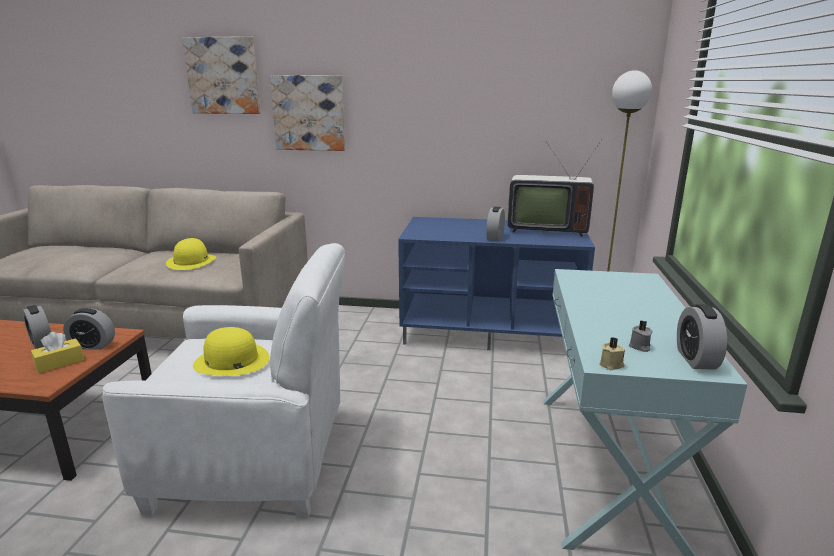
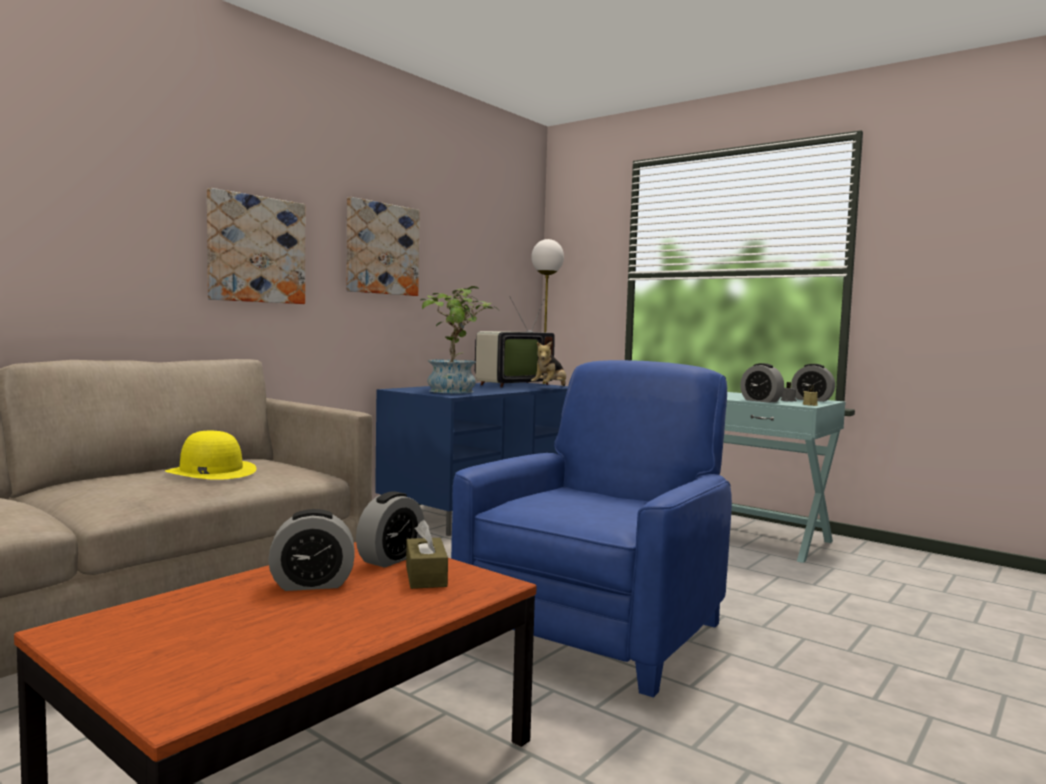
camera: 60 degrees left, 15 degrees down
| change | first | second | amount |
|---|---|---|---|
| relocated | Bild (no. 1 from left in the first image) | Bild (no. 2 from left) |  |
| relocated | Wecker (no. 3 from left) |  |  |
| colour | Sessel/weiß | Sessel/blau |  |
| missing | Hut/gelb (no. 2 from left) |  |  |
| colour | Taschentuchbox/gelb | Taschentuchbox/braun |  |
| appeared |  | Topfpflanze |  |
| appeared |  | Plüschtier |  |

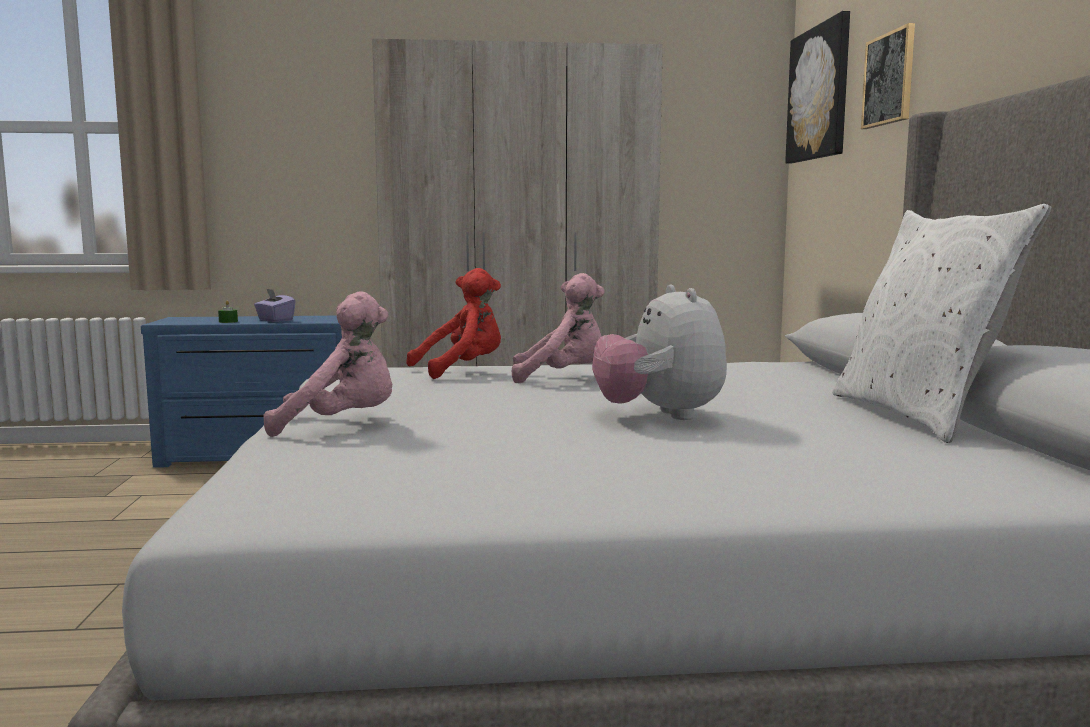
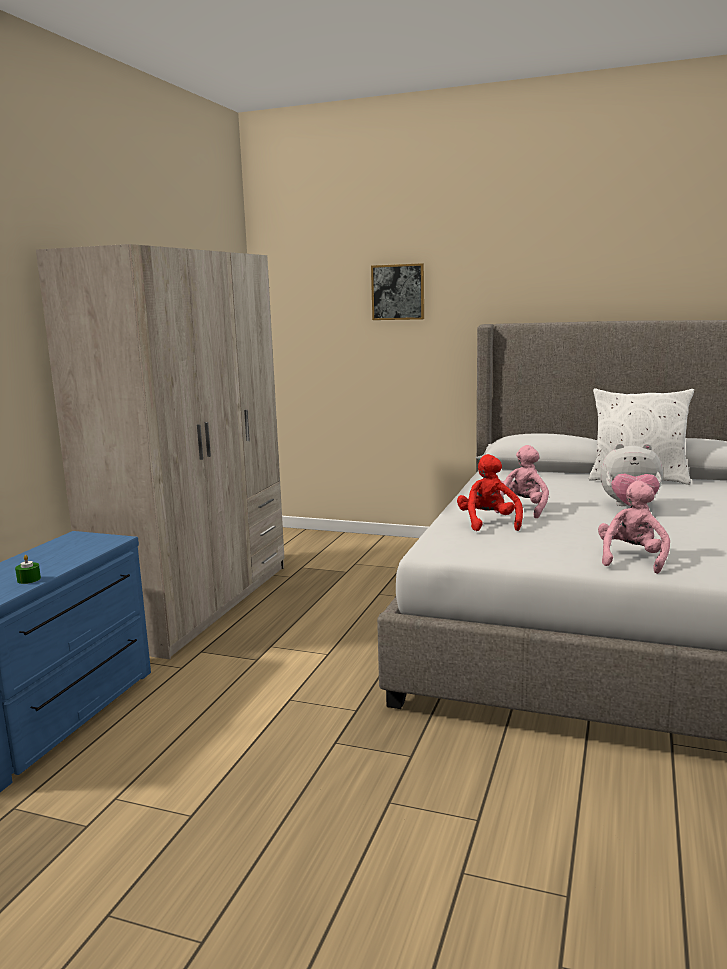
camera: 65 degrees left, 5 degrees up
| change | first | second | amount |
|---|---|---|---|
| missing | Bild (no. 1 from left) |  |  |
| missing | Taschentuchbox/lila |  |  |

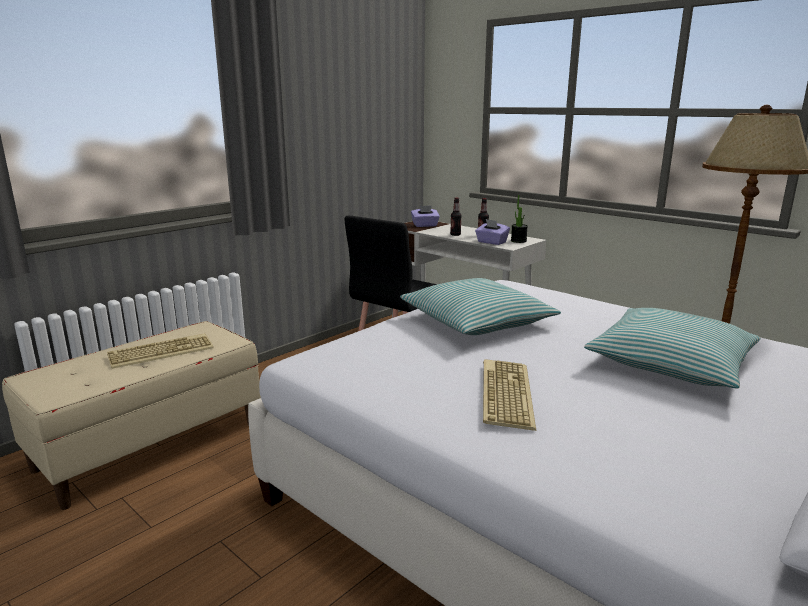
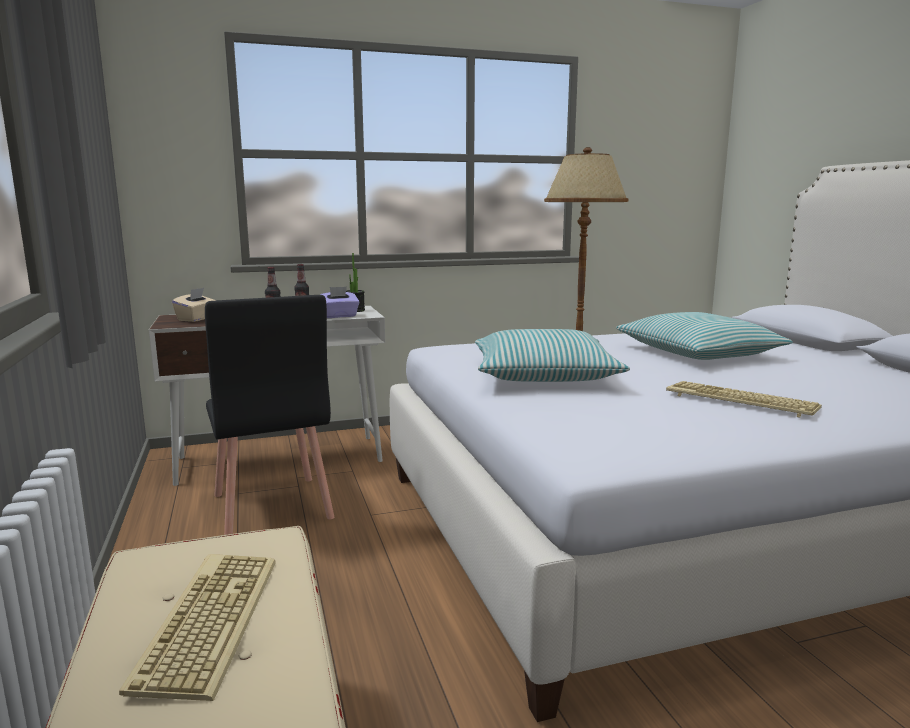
camera: 60 degrees left, 5 degrees down
| change | first | second | amount |
|---|---|---|---|
| colour | Taschentuchbox/lila (no. 1 from left) | Taschentuchbox/beige |  |

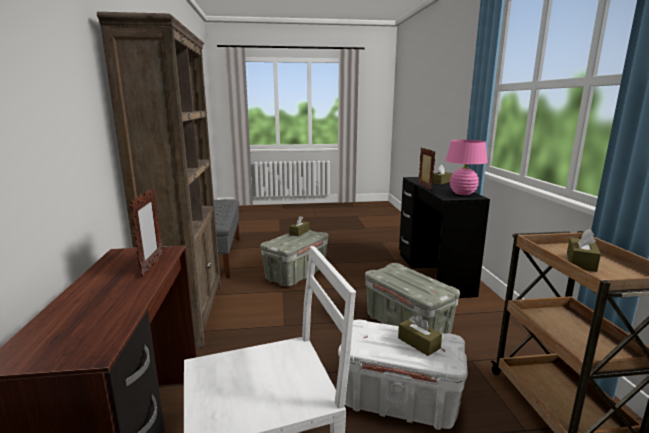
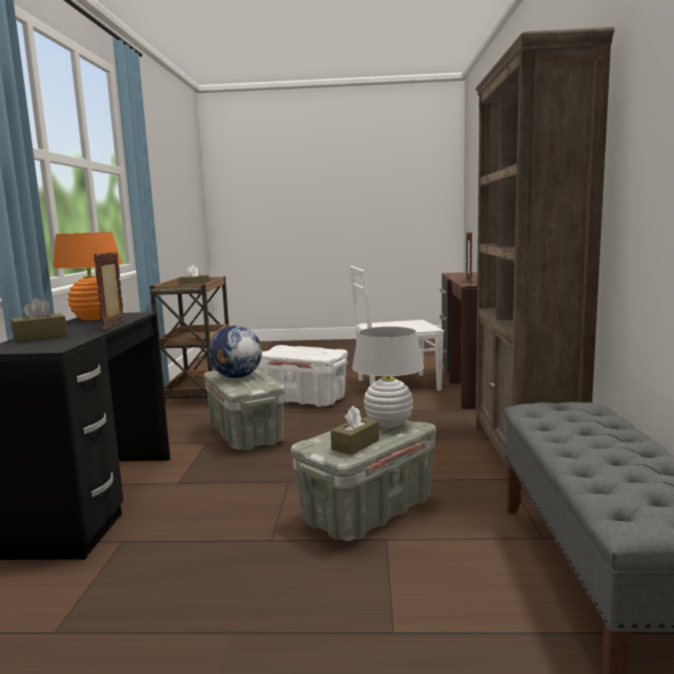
camera: 170 degrees left, 5 degrees down
| change | first | second | amount |
|---|---|---|---|
| colour | Tischlampe/rosa | Tischlampe/orange |  |
| missing | Taschentuchbox/braun (no. 2 from left) |  |  |
| appeared |  | Globus |  |
| appeared |  | Tischlampe/weiß |  |

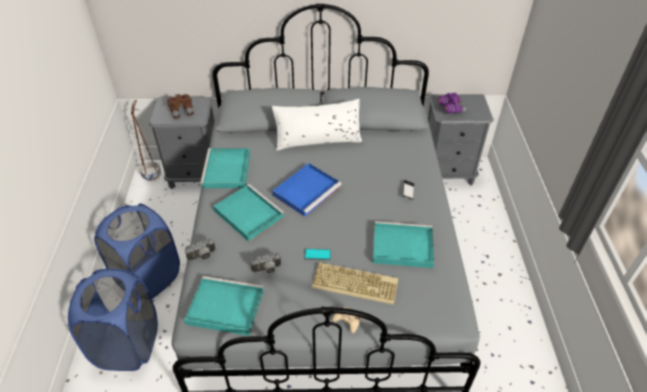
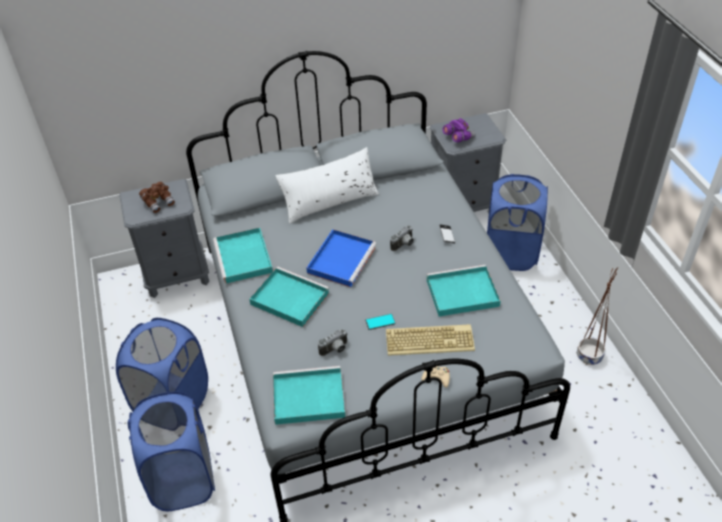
camera: 15 degrees left, 0 degrees up
| change | first | second | amount |
|---|---|---|---|
| relocated | Pflanzkübel/braun |  |  |
| relocated | Kamera (no. 1 from left in the first image) | Kamera (no. 2 from left) |  |
| appeared |  | Wäschekorb/blau (no. 3 from left) |  |

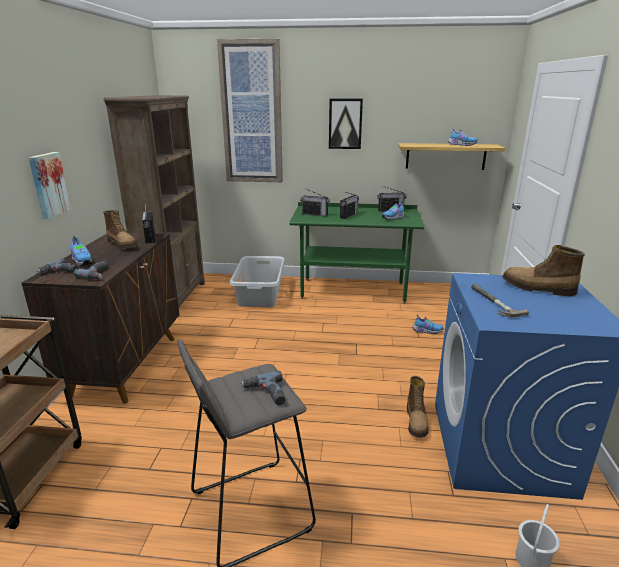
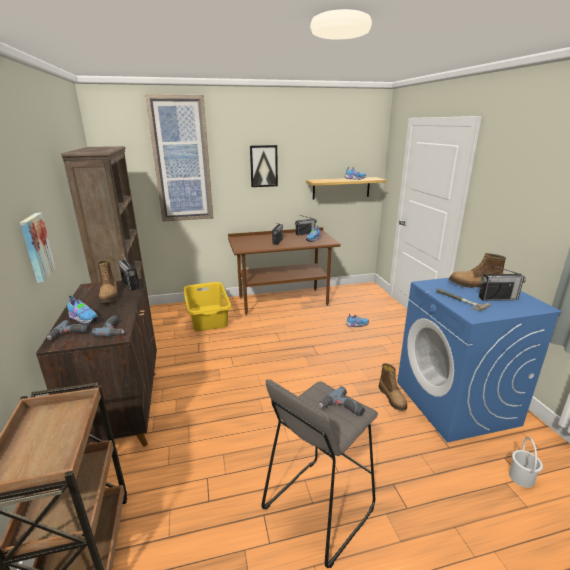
camera: 20 degrees left, 0 degrees up
| change | first | second | amount |
|---|---|---|---|
| relocated | Radio (no. 2 from left in the first image) | Radio (no. 4 from left) |  |
| colour | Schreibtisch/grün | Schreibtisch/braun |  |
| spun | Stiefel (no. 1 from left) |  | 45 degrees clockwise |
| colour | Wäschekorb/grau | Wäschekorb/gelb |  |

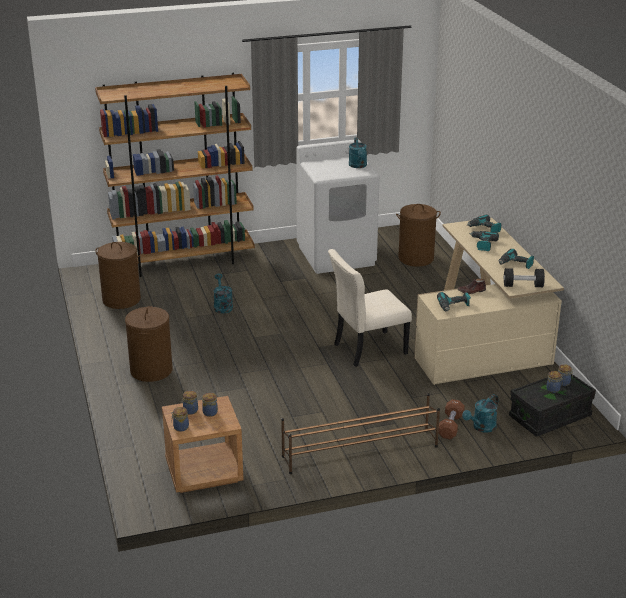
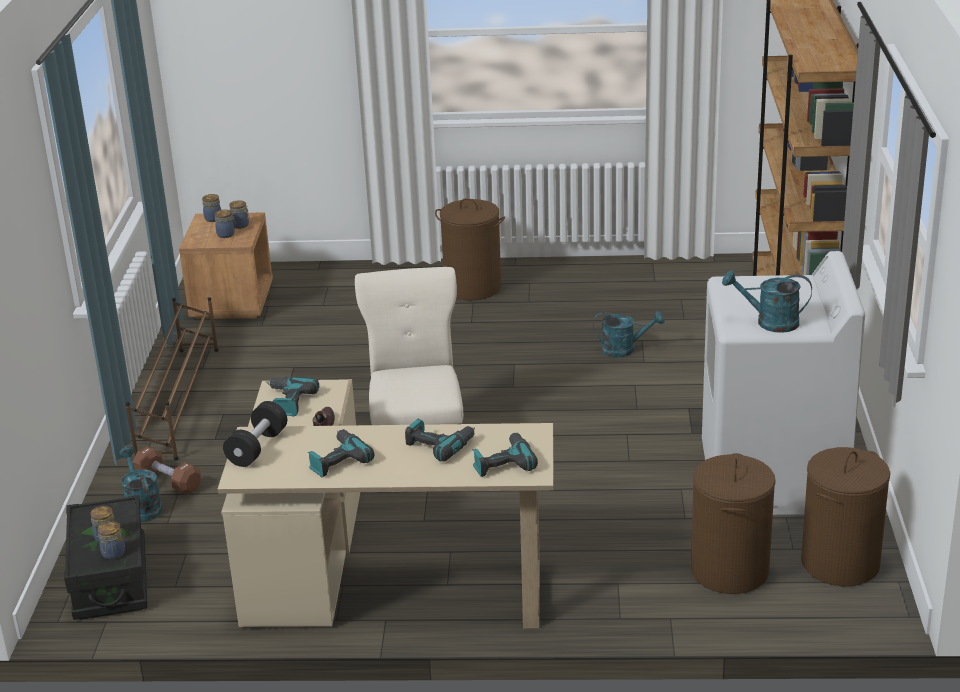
camera: 110 degrees right, 0 degrees up
| change | first | second | amount |
|---|---|---|---|
| relocated | Wäschekorb/braun (no. 1 from left in the first image) | Wäschekorb/braun (no. 3 from left) |  |

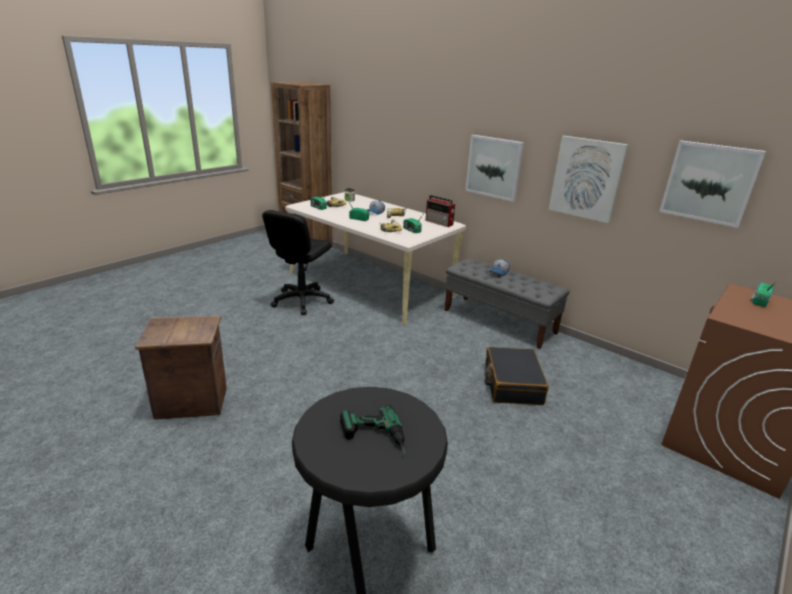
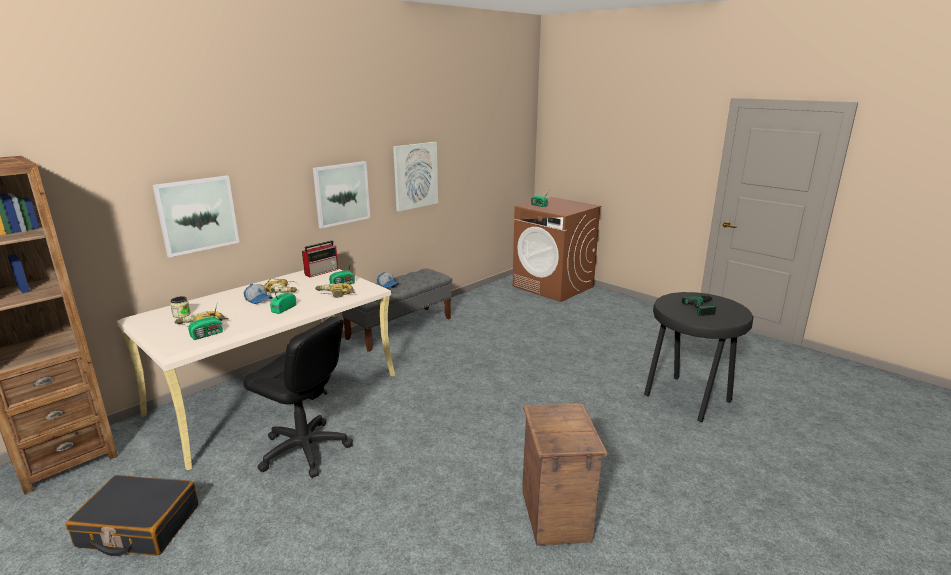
camera: 85 degrees left, 5 degrees down
| change | first | second | amount |
|---|---|---|---|
| relocated | Bild (no. 3 from left in the first image) | Bild (no. 1 from left) |  |
| relocated | Koffer/schwarz |  |  |

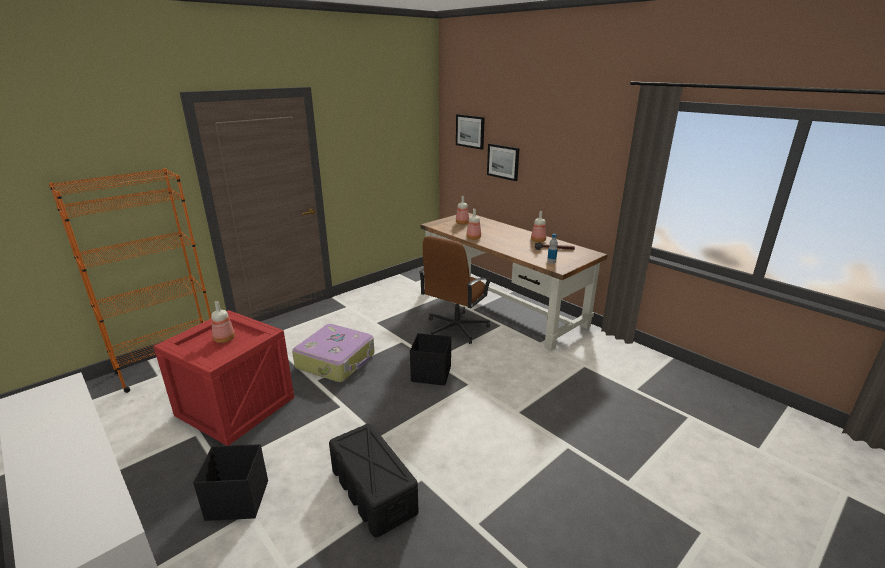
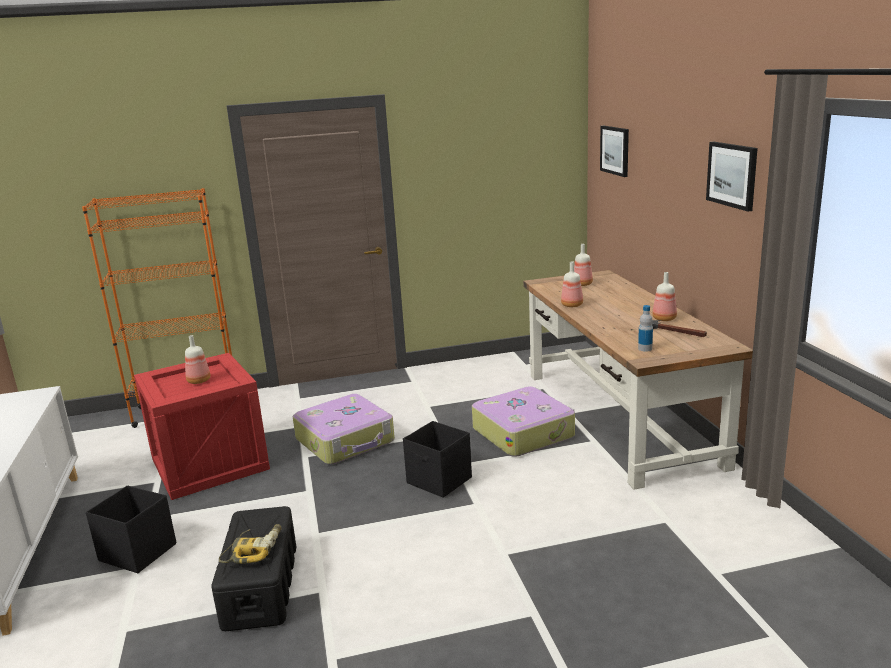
camera: 30 degrees right, 5 degrees down
| change | first | second | amount |
|---|---|---|---|
| relocated | Bild (no. 2 from left) |  |  |
| exchanged | Bürostuhl/braun | Koffer (no. 2 from left) |  |
| appeared |  | Bohrmaschine |  |

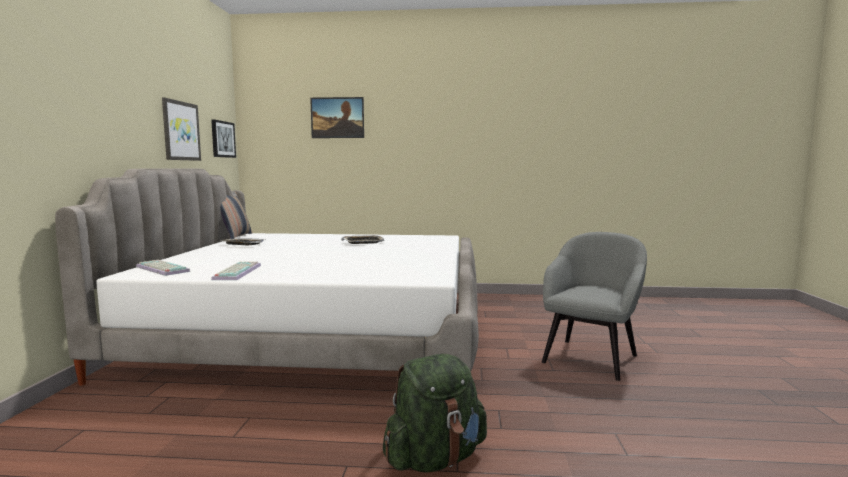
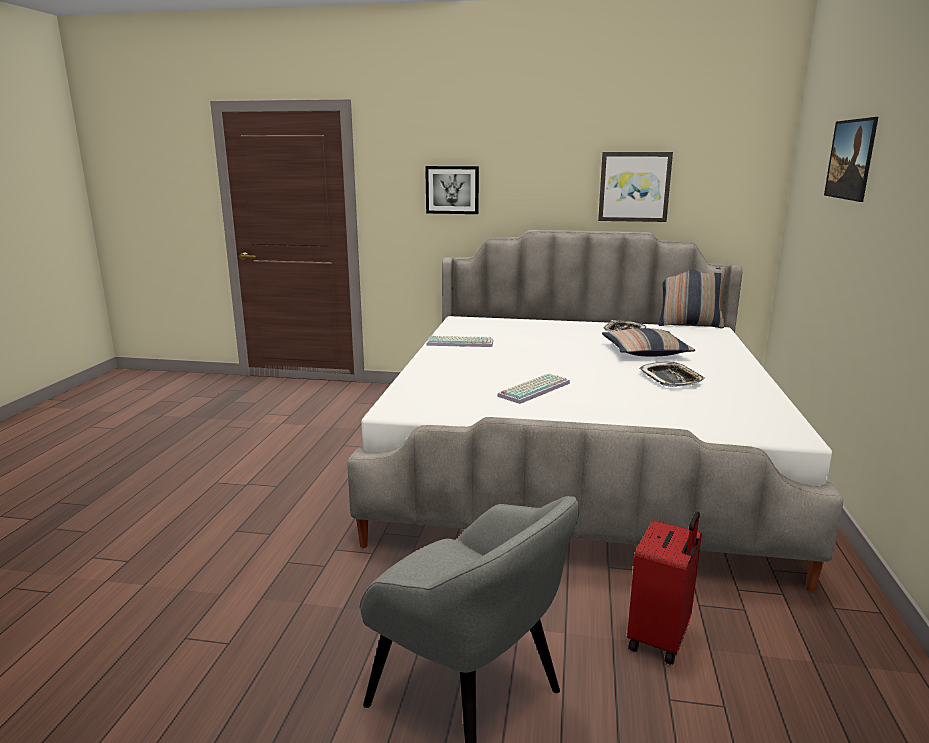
camera: 95 degrees right, 10 degrees up
| change | first | second | amount |
|---|---|---|---|
| relocated | Bild (no. 2 from left in the first image) | Bild (no. 1 from left) |  |
| relocated | Tastatur (no. 1 from left in the first image) | Tastatur (no. 2 from left) |  |
| missing | Rucksack/grün |  |  |
| appeared |  | Kissen (no. 1 from left) |  |
| appeared |  | Koffer/rot |  |

